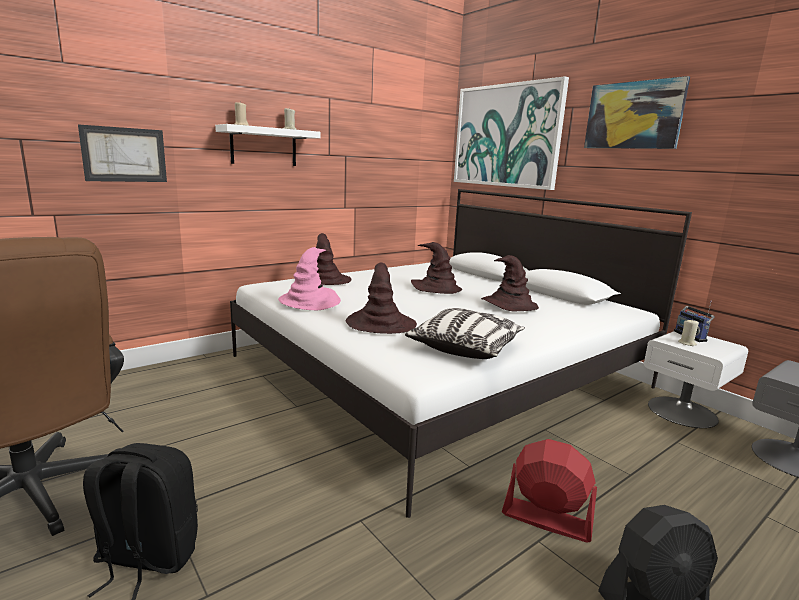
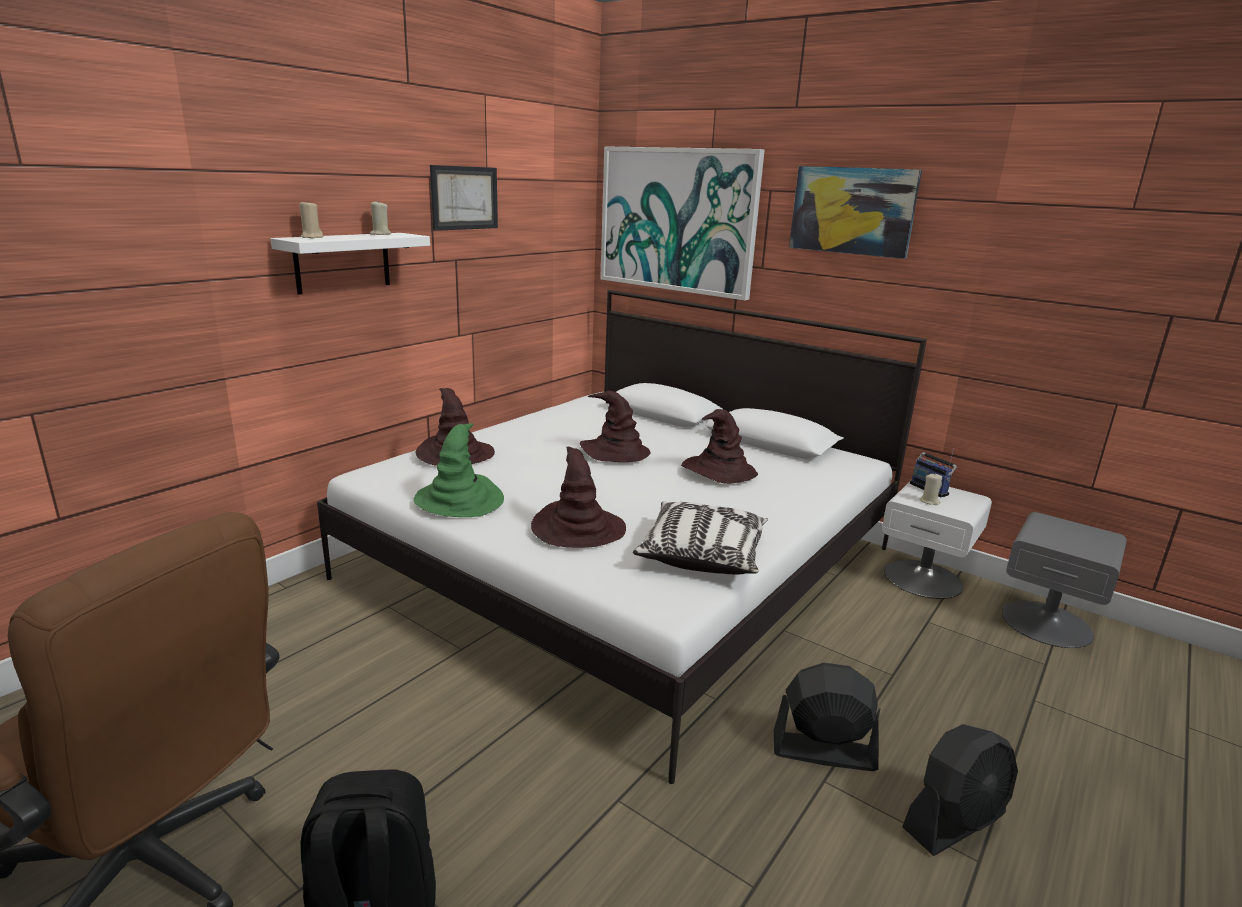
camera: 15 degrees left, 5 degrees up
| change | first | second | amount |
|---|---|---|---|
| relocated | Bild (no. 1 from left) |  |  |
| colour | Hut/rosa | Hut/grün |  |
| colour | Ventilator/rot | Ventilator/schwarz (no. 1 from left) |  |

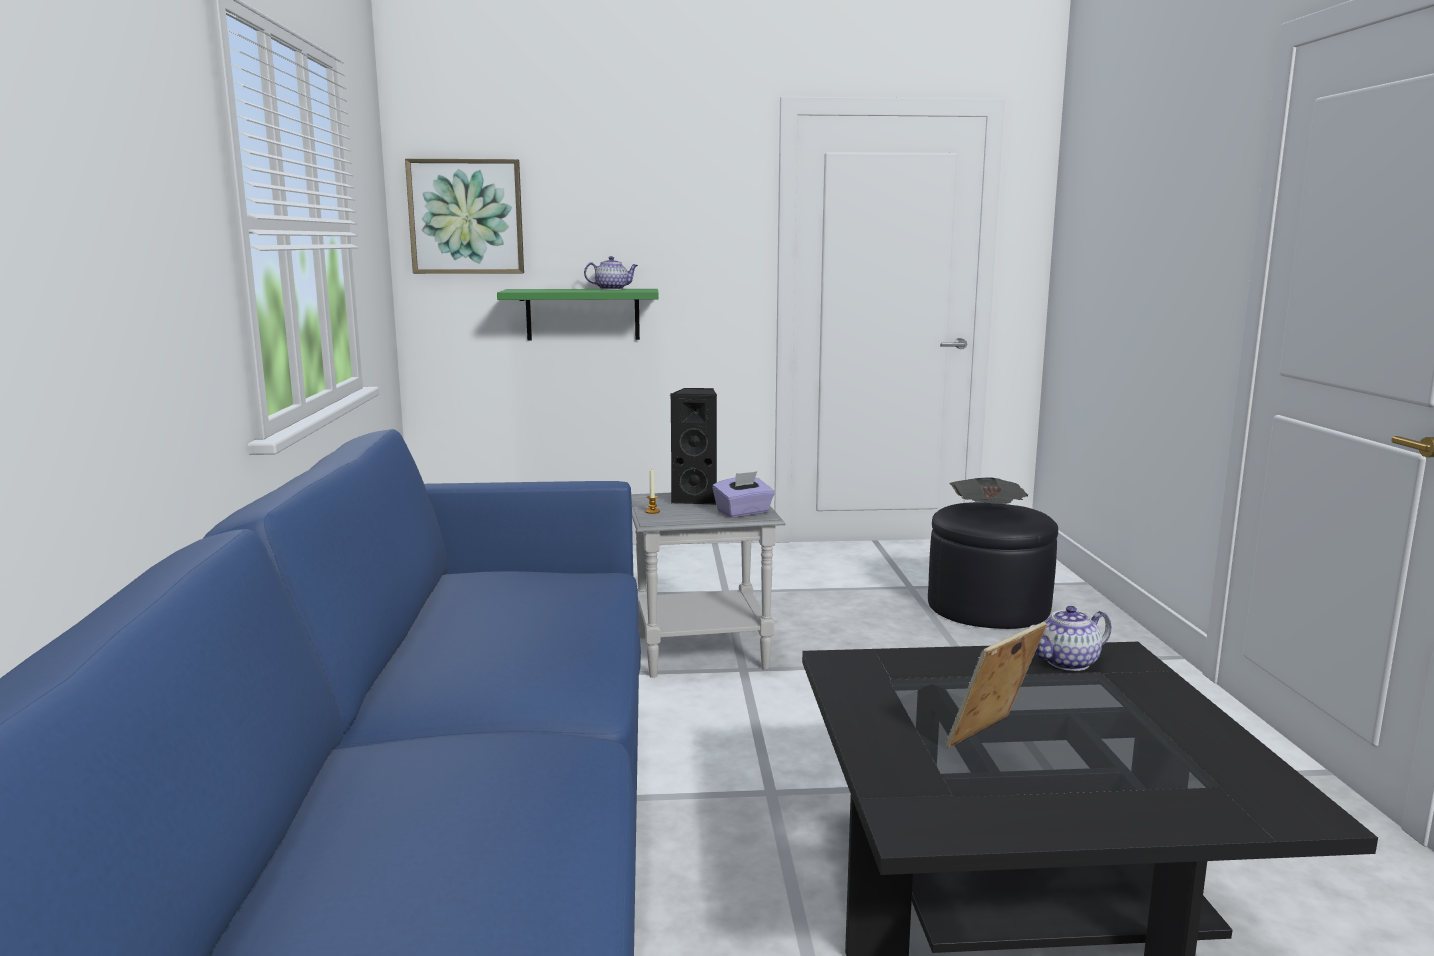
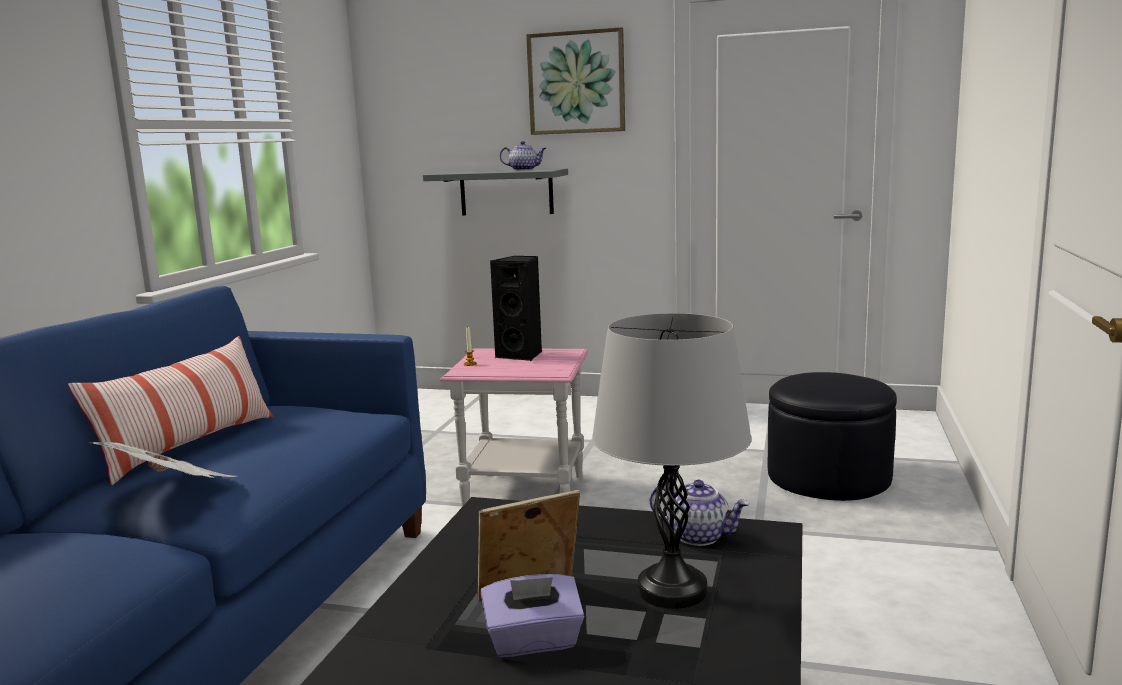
camera: 20 degrees right, 0 degrees up
| change | first | second | amount |
|---|---|---|---|
| relocated | Bild |  |  |
| colour | Wandregal/grün | Wandregal/grau |  |
| relocated | Taschentuchbox/lila |  |  |
| relocated | Zeitung |  |  |
| colour | Beistelltisch/grau | Beistelltisch/rosa |  |
| spun | Teekanne (no. 2 from left) |  | 150 degrees counterclockwise |
| appeared |  | Tischlampe/grau |  |
| appeared |  | Kissen |  |

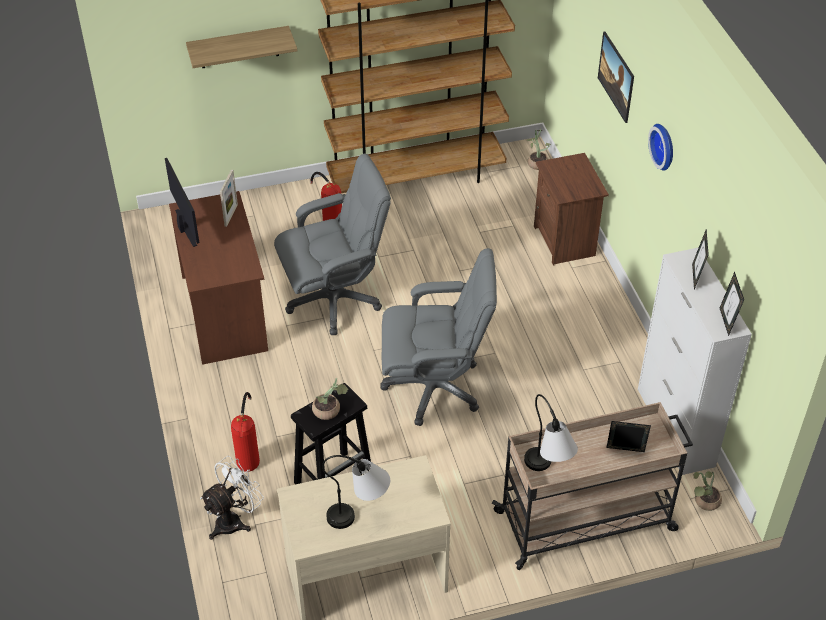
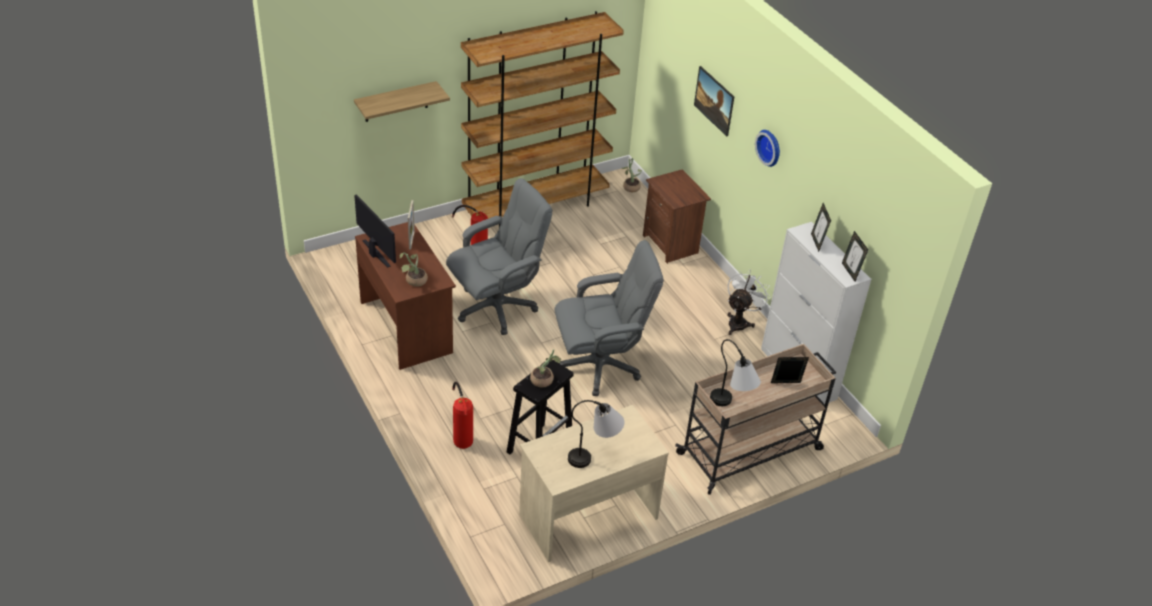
camera: 15 degrees left, 5 degrees down
| change | first | second | amount |
|---|---|---|---|
| relocated | Ventilator/weiß |  |  |
| relocated | Topfpflanze (no. 3 from left in the first image) | Topfpflanze (no. 1 from left) |  |

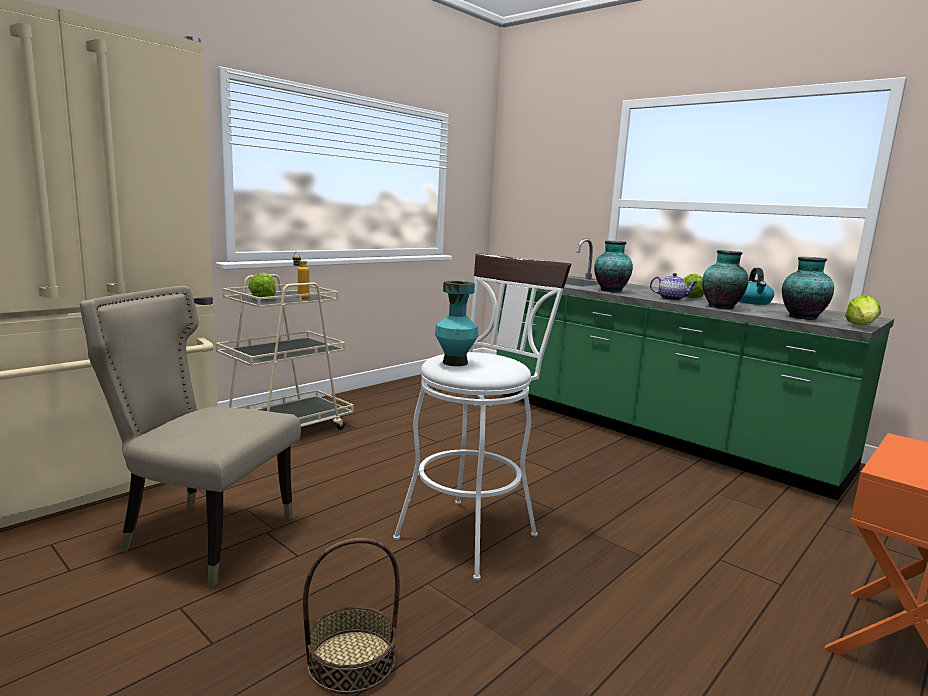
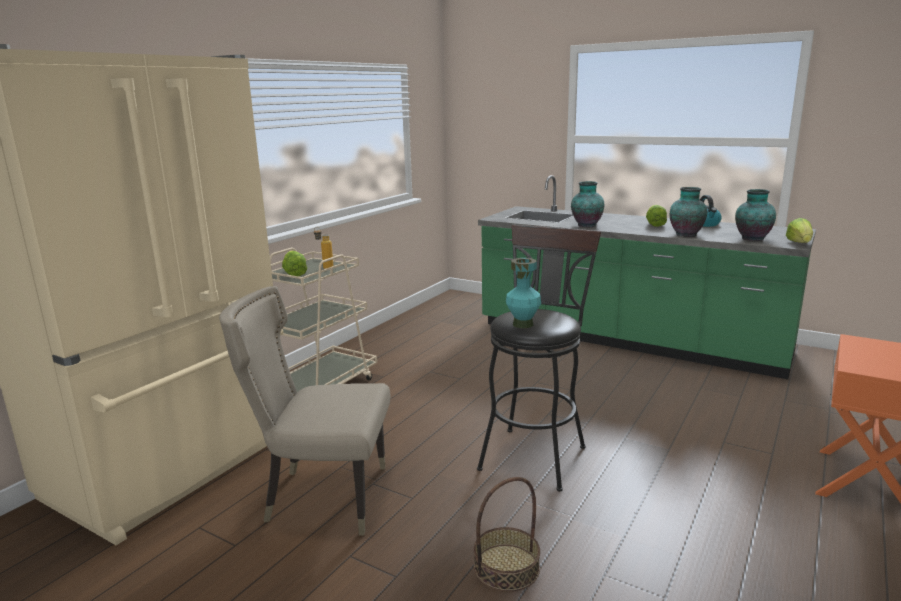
camera: 10 degrees left, 5 degrees up
| change | first | second | amount |
|---|---|---|---|
| colour | Hocker/weiß | Hocker/schwarz |  |
| missing | Teekanne |  |  |

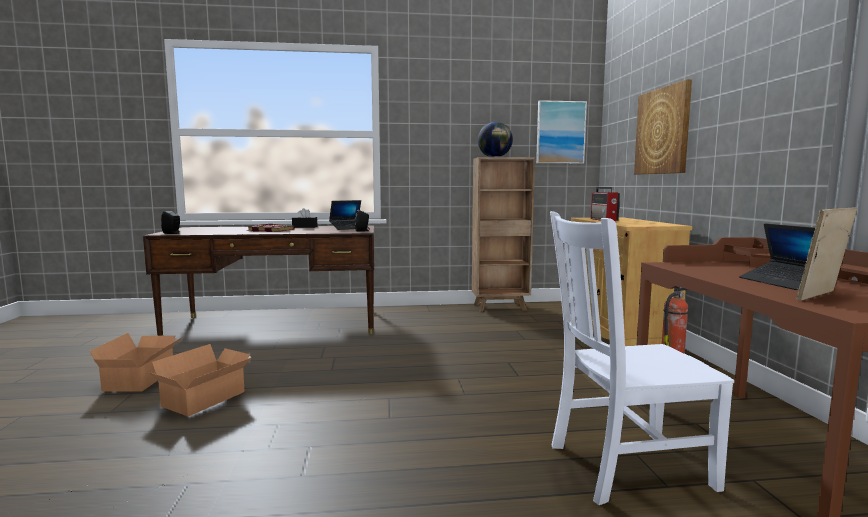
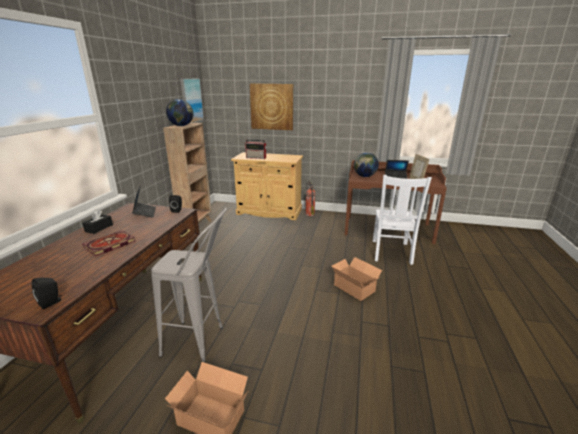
camera: 70 degrees left, 15 degrees up
| change | first | second | amount |
|---|---|---|---|
| relocated | Karton (no. 2 from left) |  |  |
| appeared |  | Globus (no. 2 from left) |  |
| appeared |  | Hocker/grau |  |

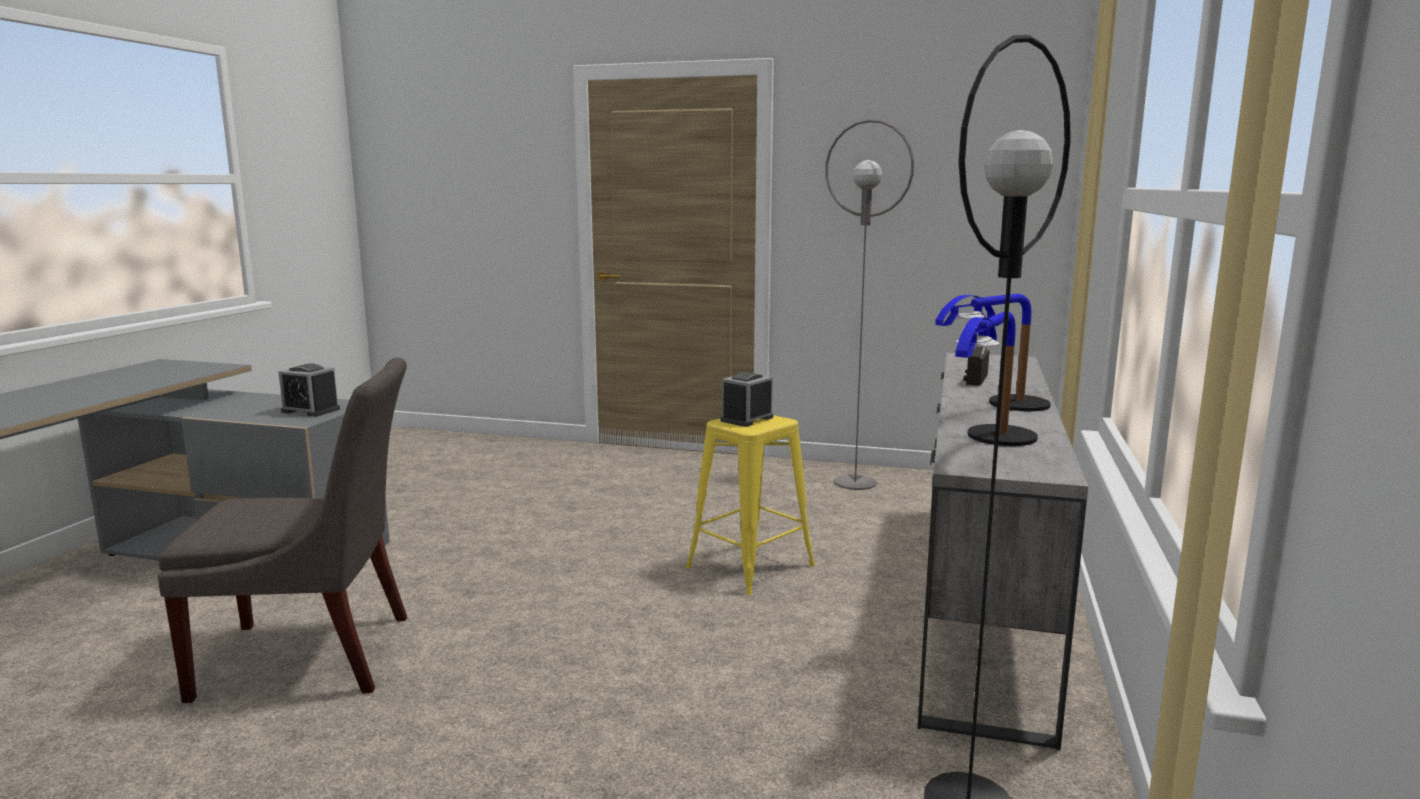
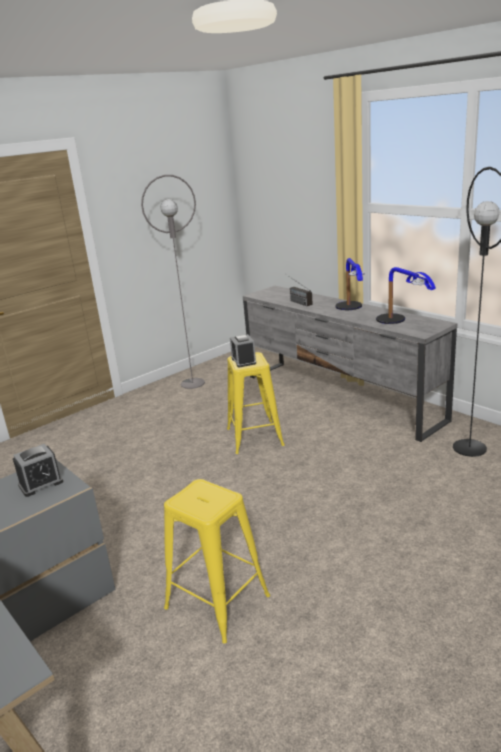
camera: 55 degrees left, 10 degrees up
| change | first | second | amount |
|---|---|---|---|
| exchanged | Stuhl/grau | Hocker/gelb (no. 1 from left) |  |

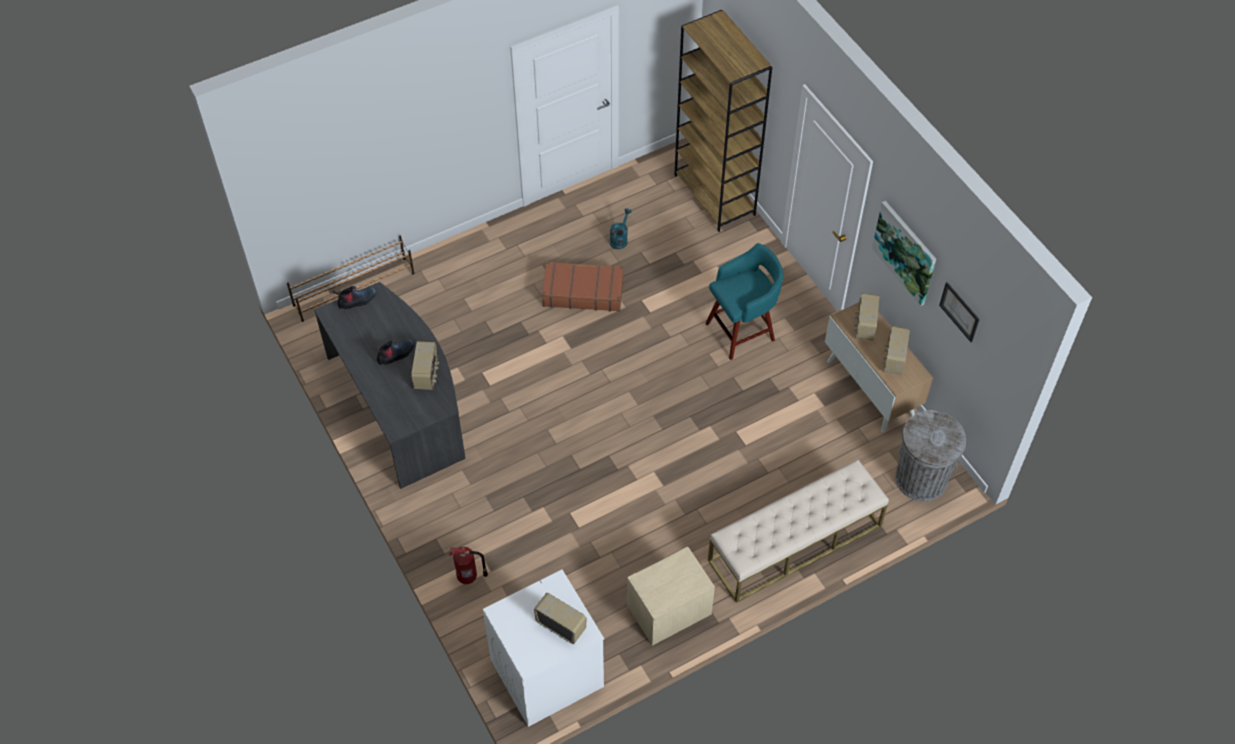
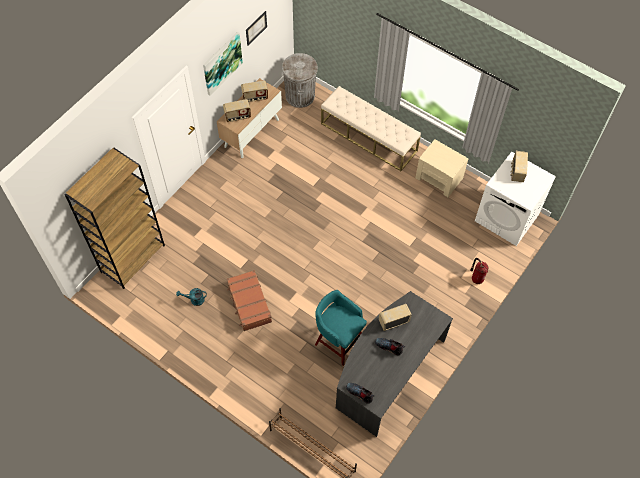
camera: 115 degrees left, 5 degrees up
| change | first | second | amount |
|---|---|---|---|
| relocated | Hocker/türkis |  |  |

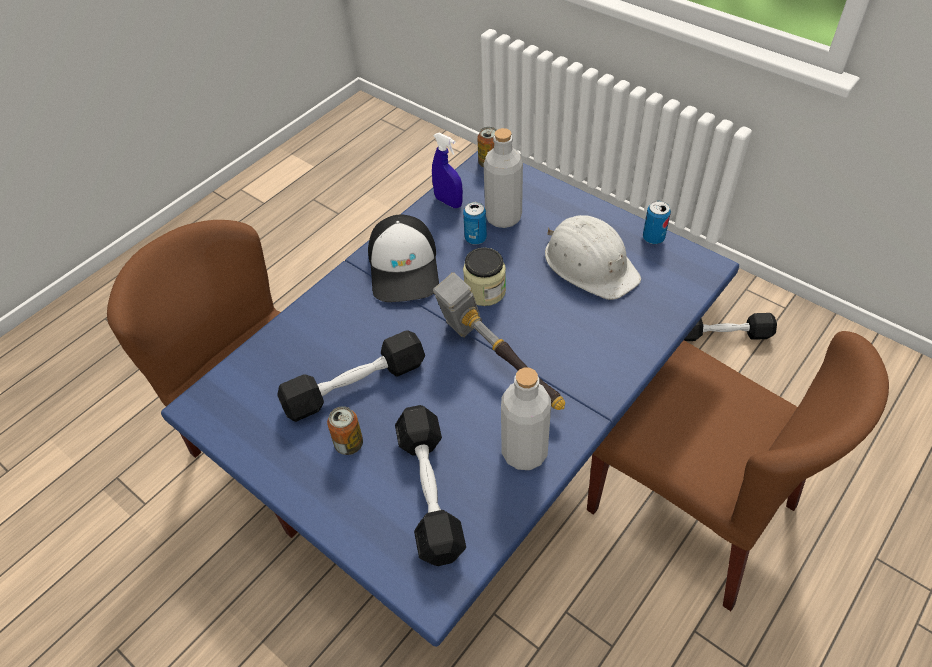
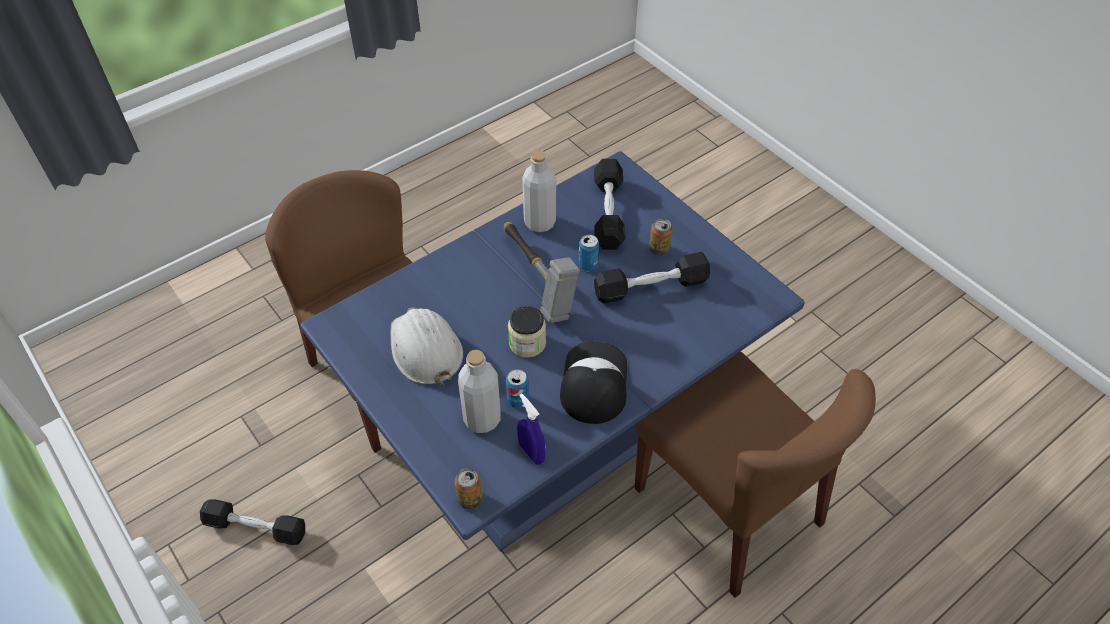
camera: 170 degrees left, 0 degrees up
| change | first | second | amount |
|---|---|---|---|
| relocated | Dose (no. 4 from left in the first image) | Dose (no. 3 from left) |  |

